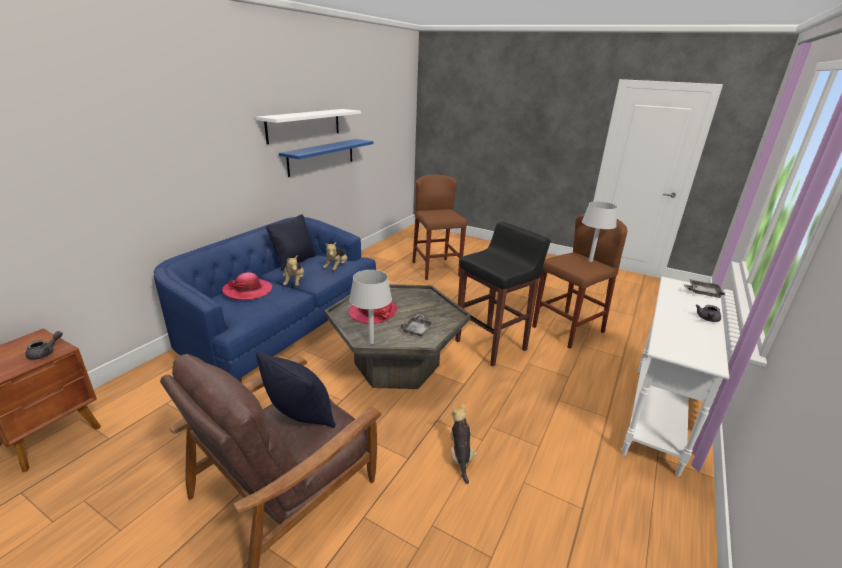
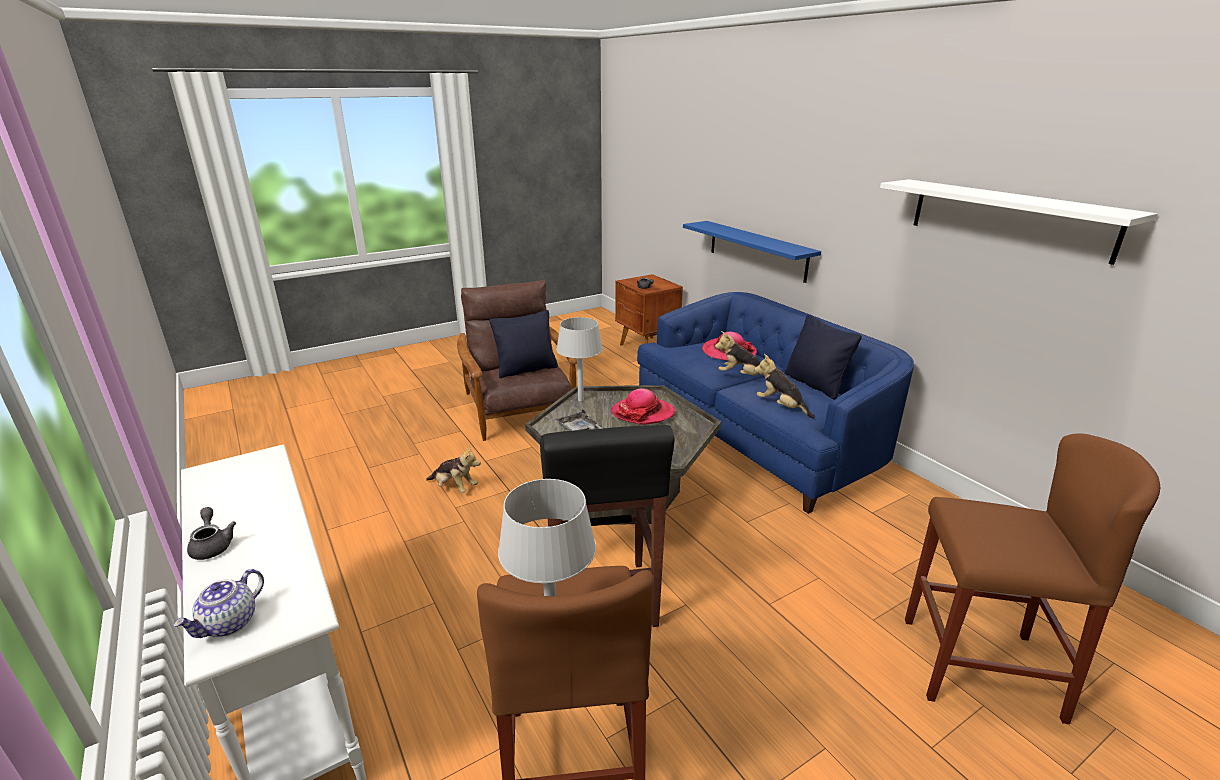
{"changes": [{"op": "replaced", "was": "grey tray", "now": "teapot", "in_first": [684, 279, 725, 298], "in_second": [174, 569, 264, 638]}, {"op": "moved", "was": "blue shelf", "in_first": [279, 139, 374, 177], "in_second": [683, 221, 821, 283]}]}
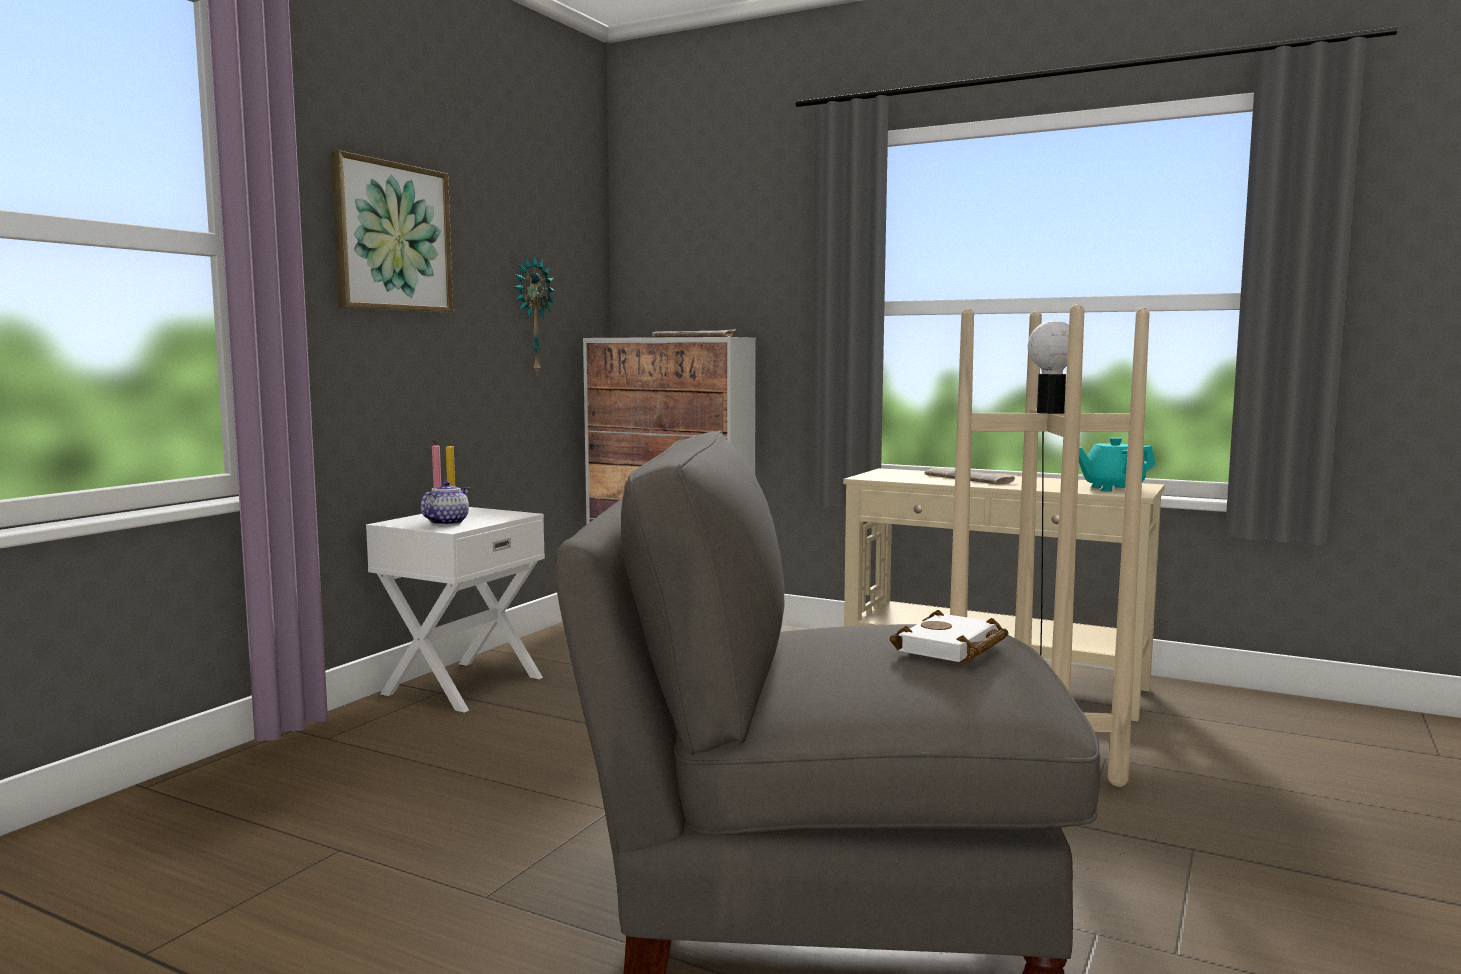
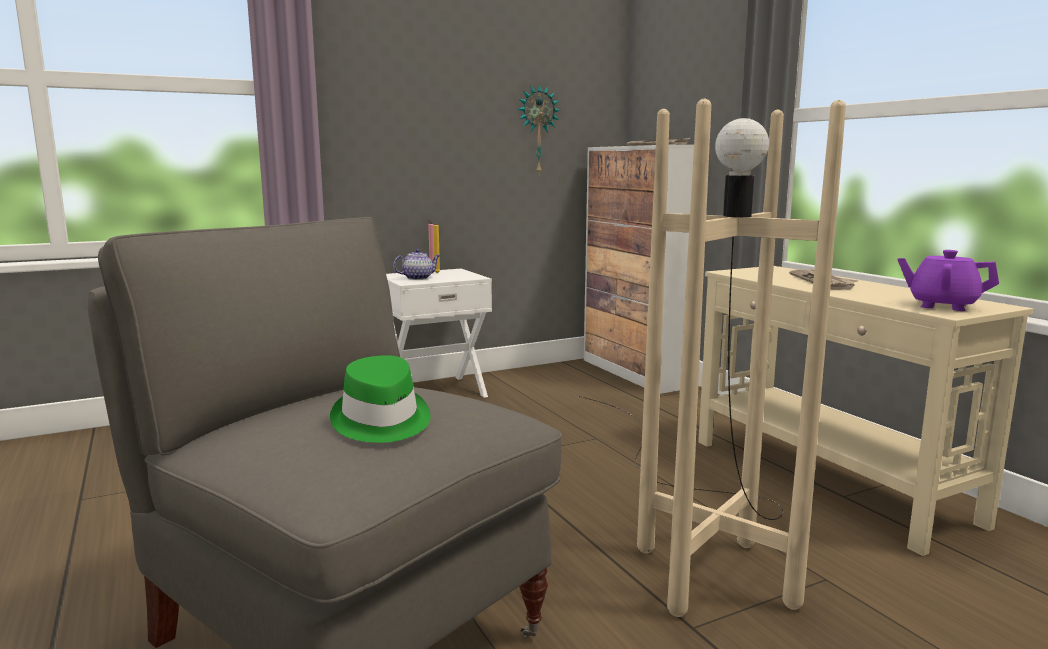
{"changes": [{"op": "replaced", "was": "white book", "now": "green hat", "in_first": [890, 610, 1008, 663], "in_second": [330, 355, 430, 443]}, {"op": "recoloured", "was": "turquoise teapot", "now": "purple teapot", "in_first": [1079, 437, 1156, 492], "in_second": [898, 250, 999, 311]}, {"op": "removed", "was": "picture", "in_first": [331, 150, 453, 312]}]}
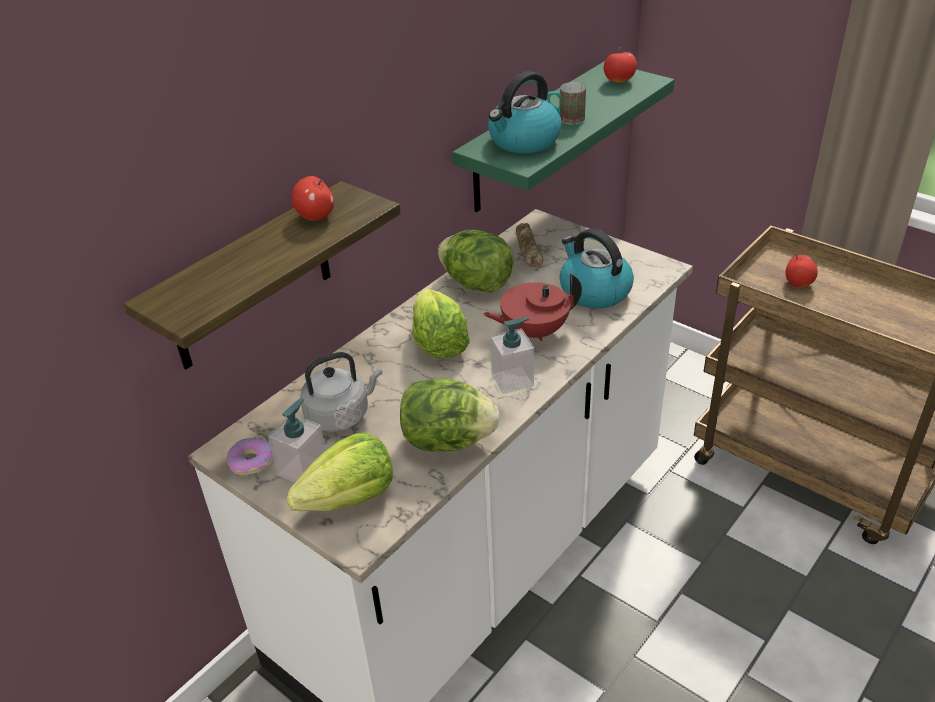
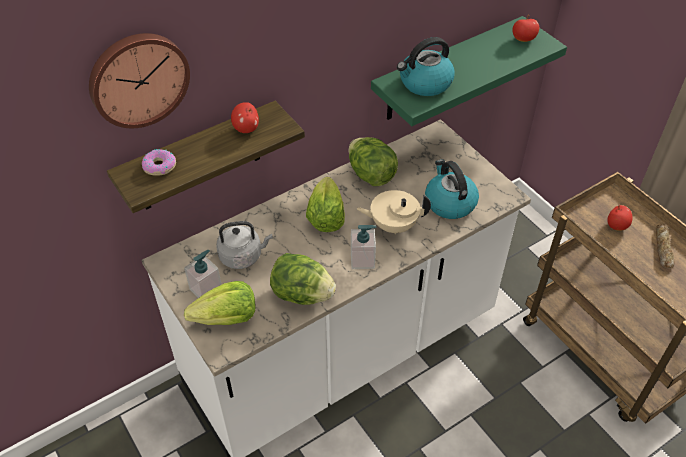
{"changes": [{"op": "added", "now": "wall clock", "in_second": [89, 33, 190, 128]}, {"op": "moved", "was": "donut", "in_first": [226, 437, 273, 475], "in_second": [142, 149, 176, 176]}, {"op": "recoloured", "was": "red teapot", "now": "beige teapot", "in_first": [483, 273, 582, 341], "in_second": [356, 190, 431, 234]}, {"op": "moved", "was": "bread", "in_first": [516, 223, 543, 267], "in_second": [656, 224, 675, 269]}, {"op": "removed", "was": "mug", "in_first": [547, 82, 586, 124]}]}
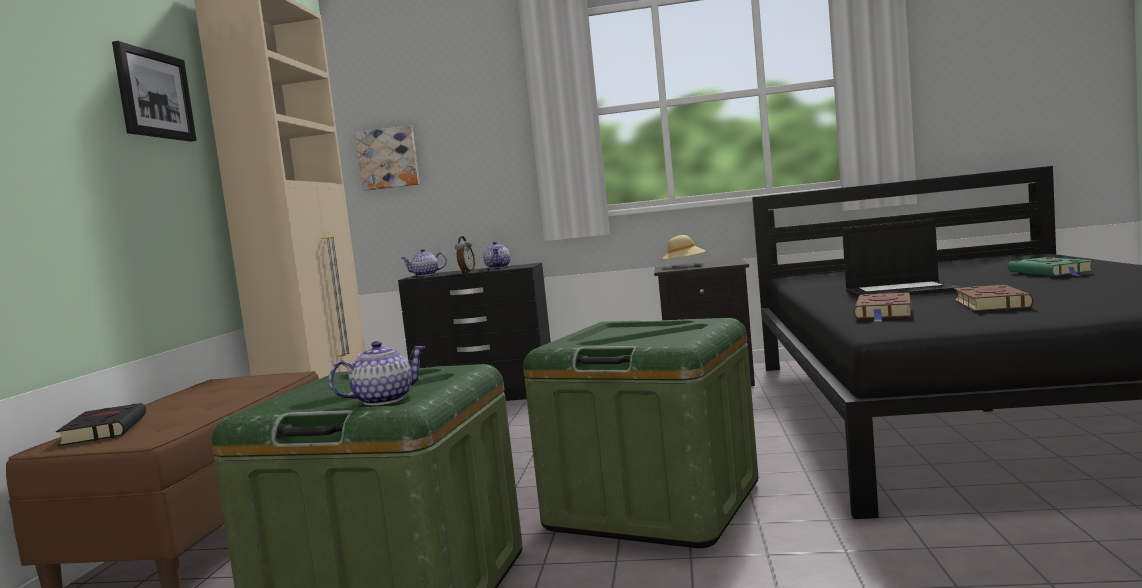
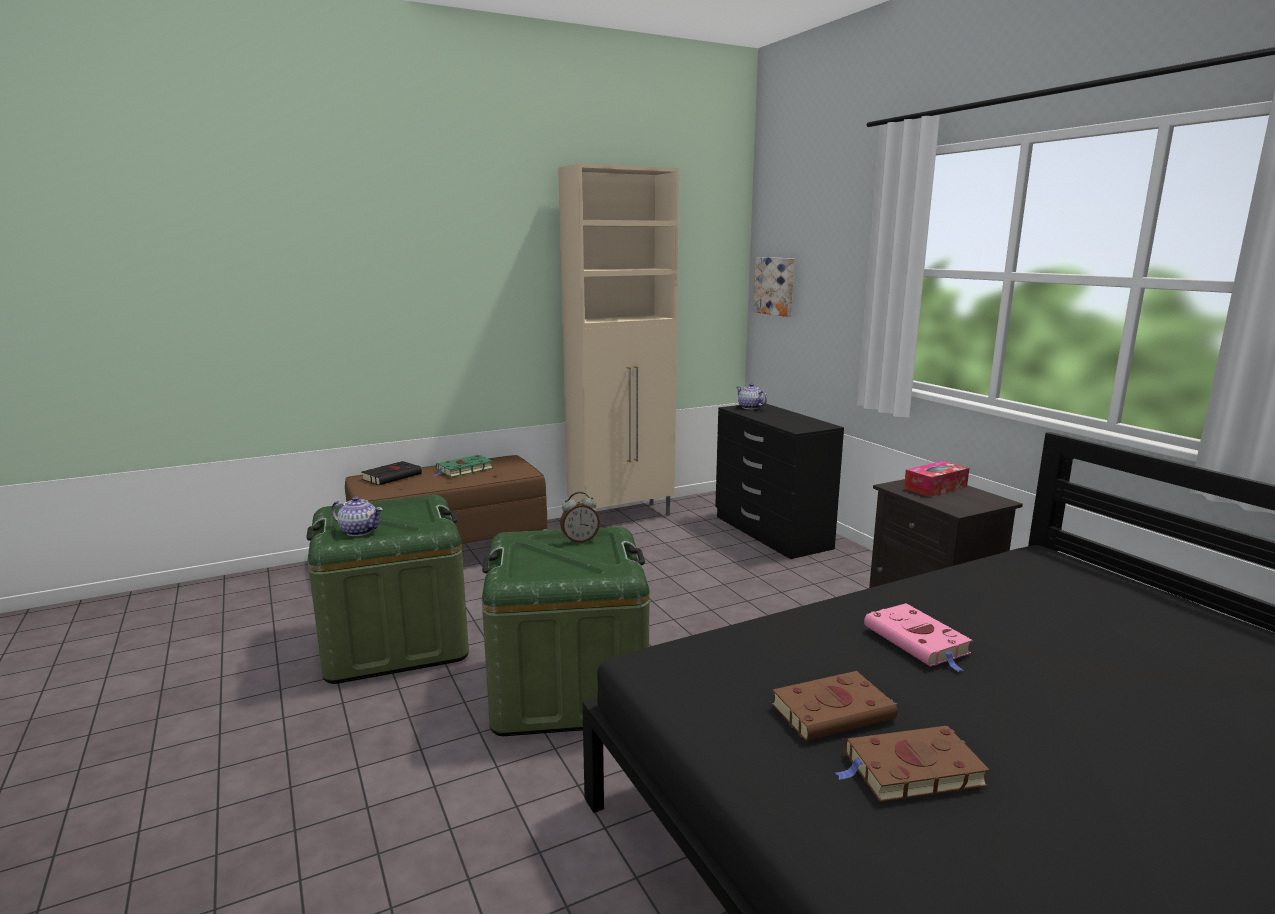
{"changes": [{"op": "moved", "was": "green book", "in_first": [1008, 257, 1093, 276], "in_second": [434, 455, 492, 477]}, {"op": "moved", "was": "alarm clock", "in_first": [455, 236, 475, 273], "in_second": [560, 492, 600, 543]}, {"op": "moved", "was": "brown book", "in_first": [854, 292, 911, 321], "in_second": [835, 726, 990, 802]}, {"op": "replaced", "was": "laptop", "now": "pink book", "in_first": [842, 219, 962, 298], "in_second": [864, 603, 973, 672]}, {"op": "replaced", "was": "beige hat", "now": "tissue box", "in_first": [662, 235, 706, 268], "in_second": [904, 461, 969, 497]}, {"op": "removed", "was": "picture", "in_first": [112, 41, 197, 142]}, {"op": "removed", "was": "teapot", "in_first": [483, 241, 510, 269]}]}
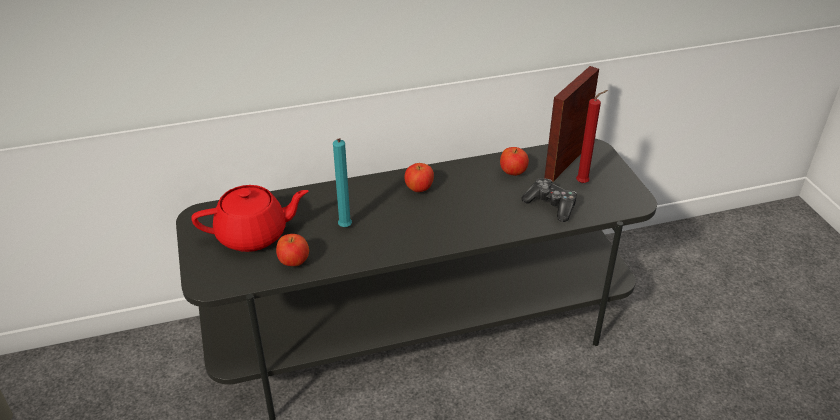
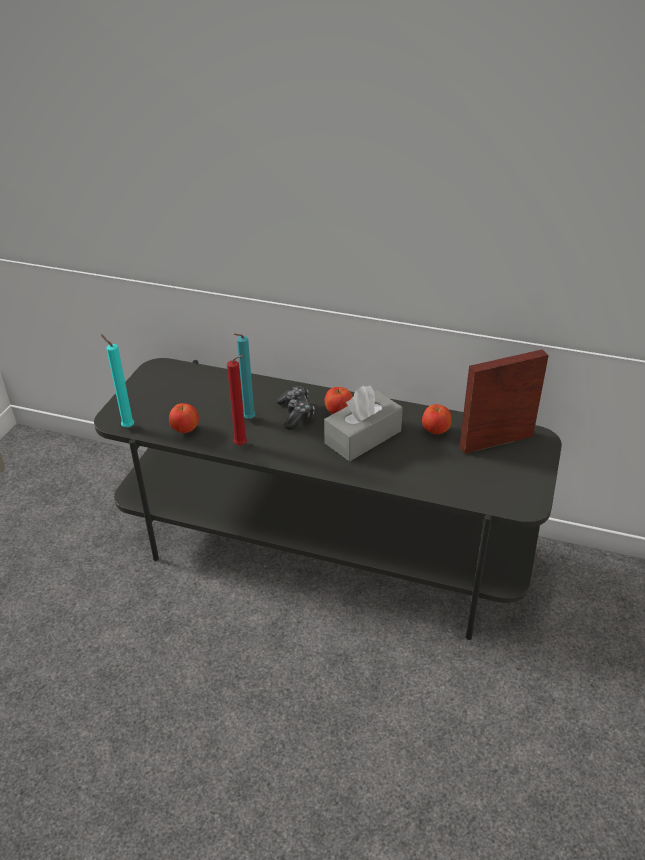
{"changes": [{"op": "added", "now": "turquoise candle", "in_second": [101, 334, 134, 428]}, {"op": "moved", "was": "red candle", "in_first": [576, 90, 608, 183], "in_second": [227, 355, 247, 445]}, {"op": "moved", "was": "game controller", "in_first": [522, 178, 577, 222], "in_second": [276, 386, 315, 430]}, {"op": "added", "now": "grey tissue box", "in_second": [324, 386, 403, 461]}, {"op": "removed", "was": "red teapot", "in_first": [191, 185, 308, 252]}]}
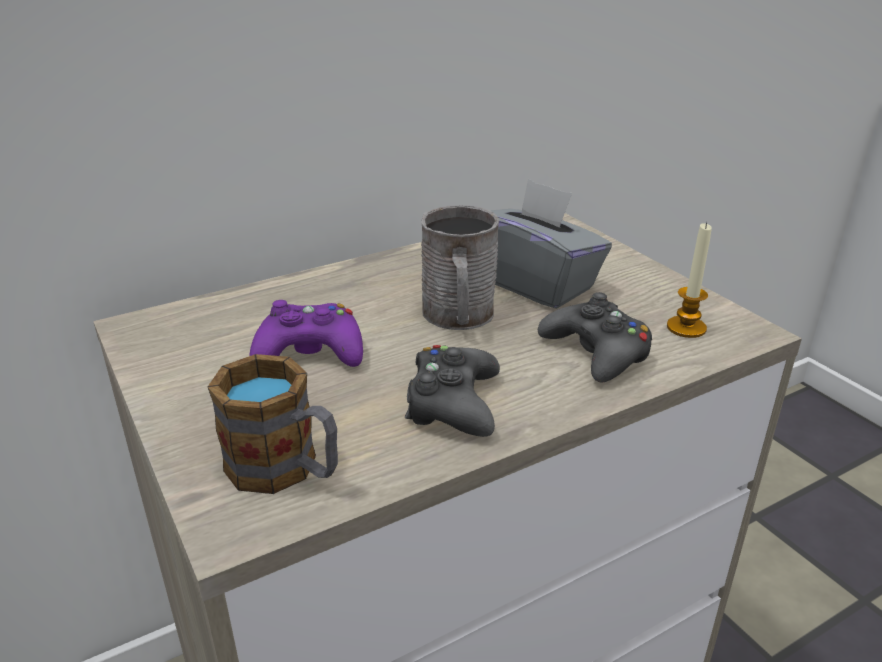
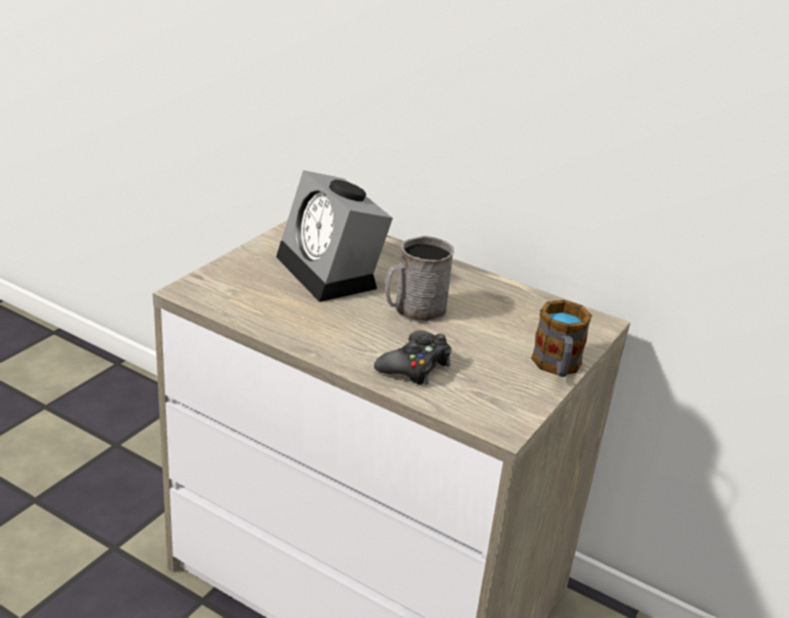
{"changes": [{"op": "replaced", "was": "purple game controller", "now": "alarm clock", "in_first": [250, 300, 363, 367], "in_second": [276, 170, 393, 302]}, {"op": "moved", "was": "mug", "in_first": [208, 354, 338, 494], "in_second": [531, 300, 592, 377]}, {"op": "removed", "was": "black game controller", "in_first": [405, 345, 500, 437]}, {"op": "removed", "was": "grey tissue box", "in_first": [490, 178, 612, 309]}, {"op": "removed", "was": "candle", "in_first": [667, 222, 712, 338]}]}
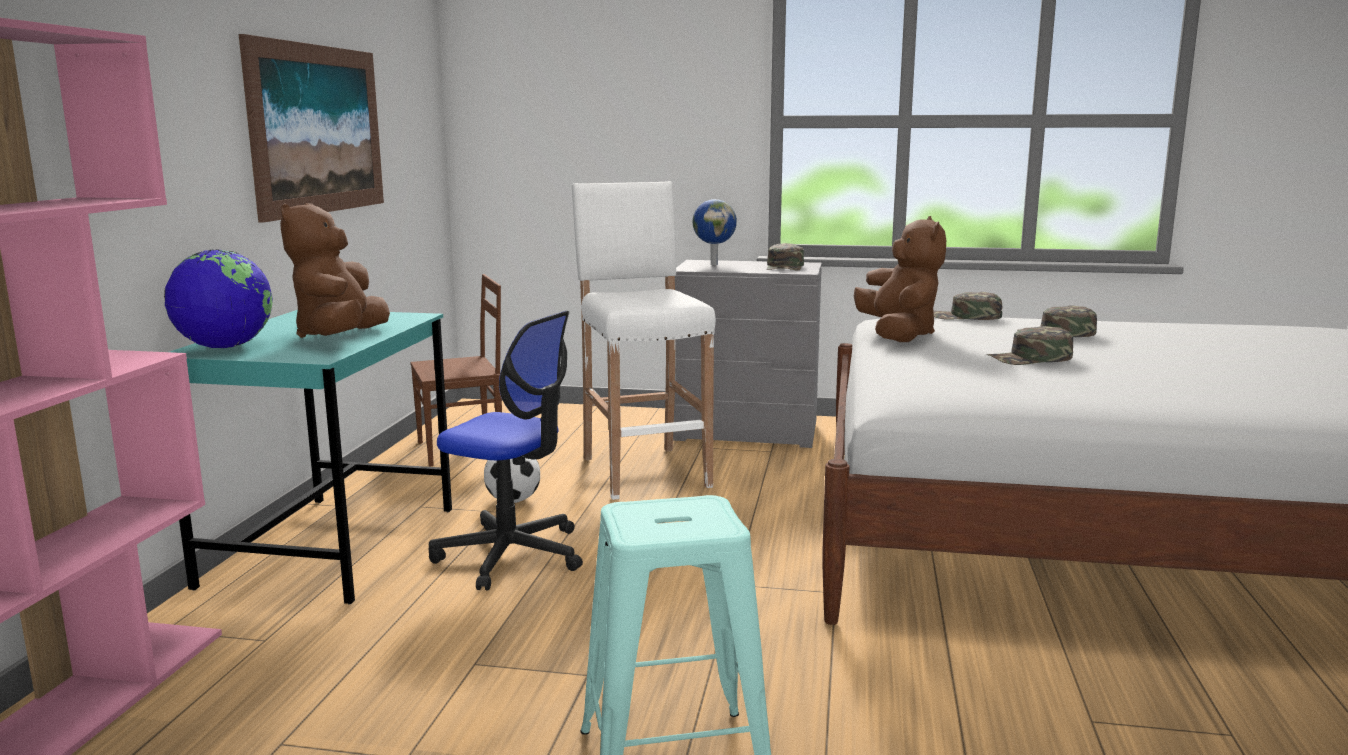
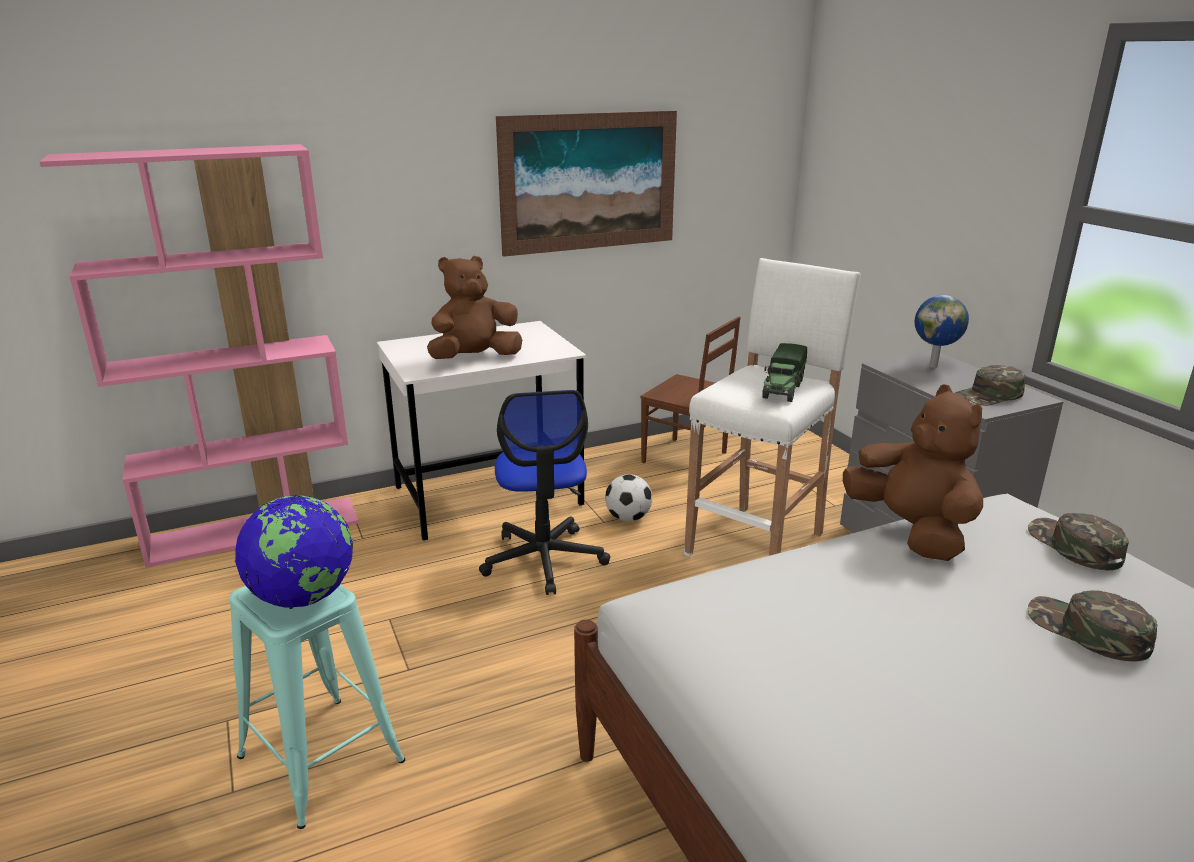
{"changes": [{"op": "moved", "was": "globe", "in_first": [164, 249, 273, 348], "in_second": [235, 495, 353, 609]}, {"op": "recoloured", "was": "turquoise desk", "now": "white desk", "in_first": [170, 310, 452, 605], "in_second": [377, 321, 586, 541]}, {"op": "added", "now": "toy truck", "in_second": [762, 343, 807, 402]}, {"op": "turned", "was": "brown plush toy", "in_first": [854, 216, 946, 342], "in_second": [843, 384, 983, 561], "clockwise": -75}, {"op": "removed", "was": "green cap", "in_first": [987, 326, 1073, 365]}]}
